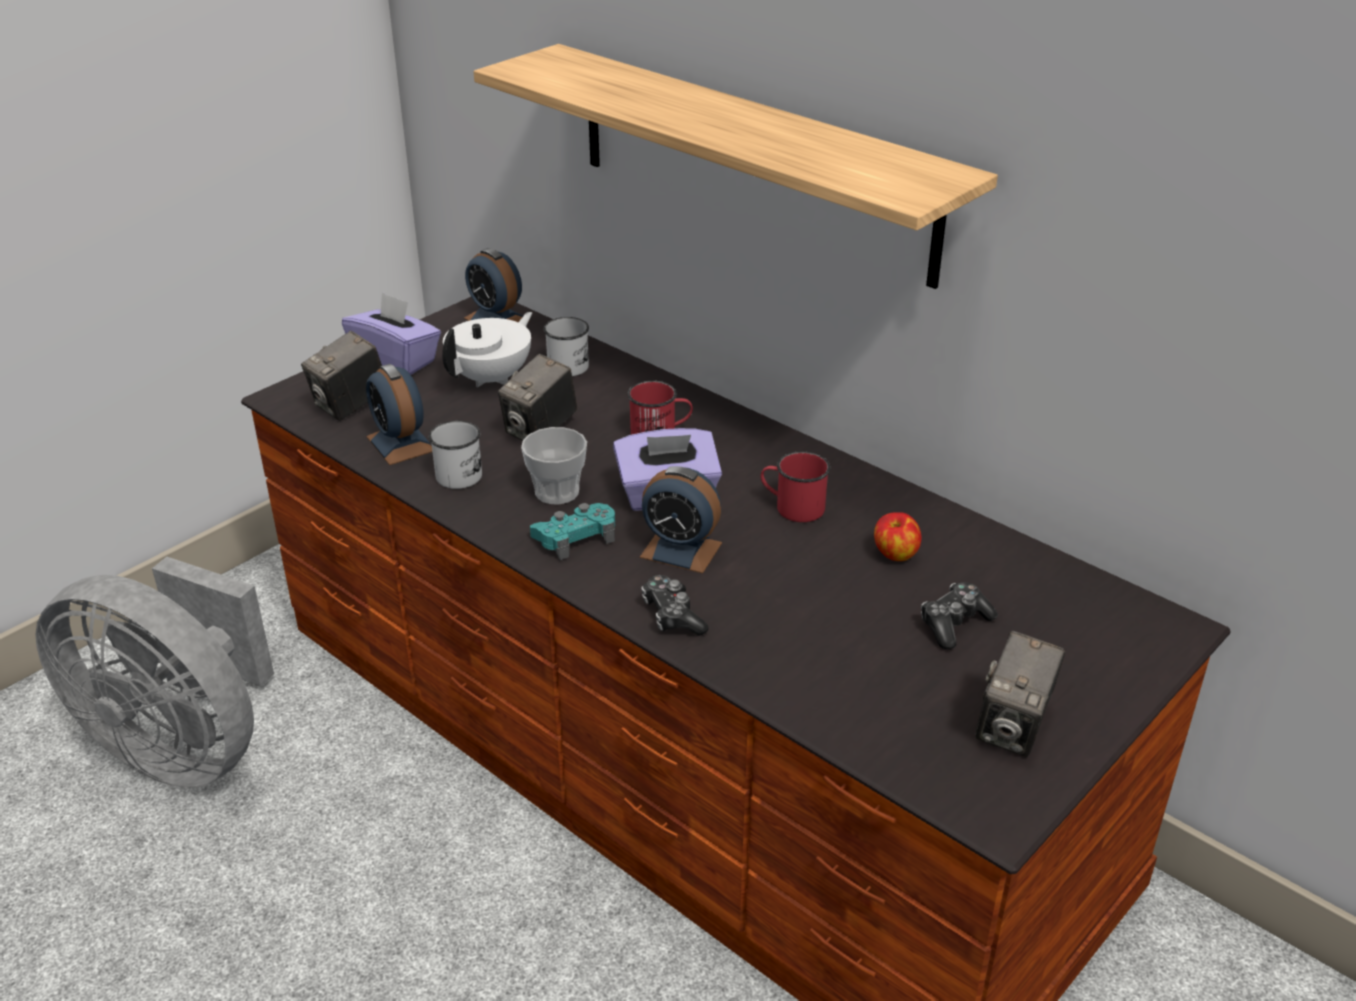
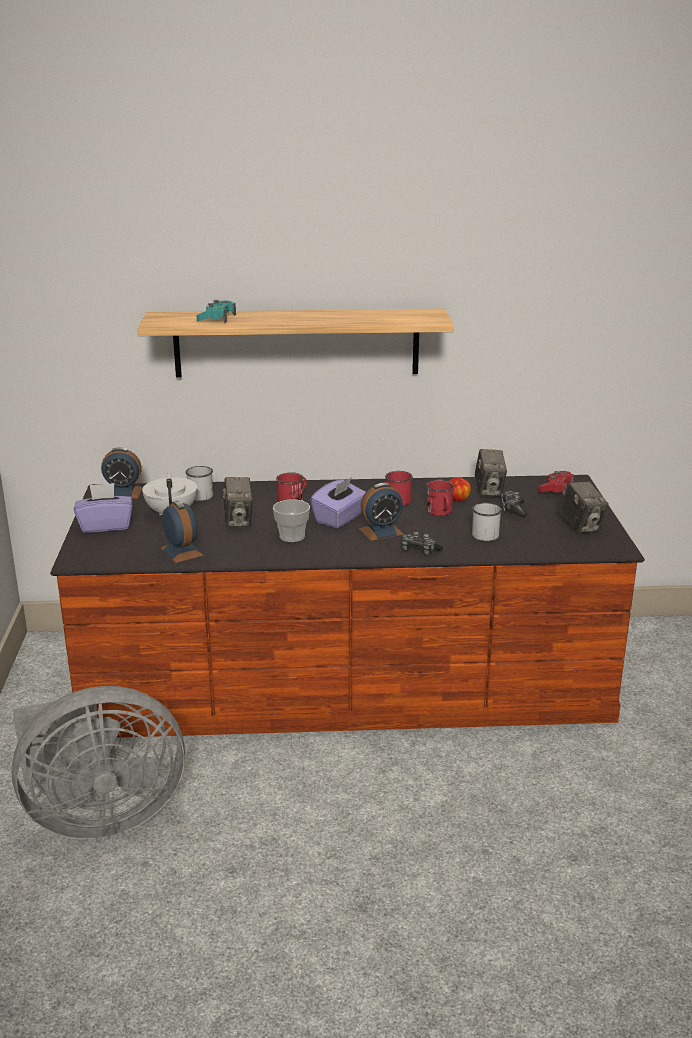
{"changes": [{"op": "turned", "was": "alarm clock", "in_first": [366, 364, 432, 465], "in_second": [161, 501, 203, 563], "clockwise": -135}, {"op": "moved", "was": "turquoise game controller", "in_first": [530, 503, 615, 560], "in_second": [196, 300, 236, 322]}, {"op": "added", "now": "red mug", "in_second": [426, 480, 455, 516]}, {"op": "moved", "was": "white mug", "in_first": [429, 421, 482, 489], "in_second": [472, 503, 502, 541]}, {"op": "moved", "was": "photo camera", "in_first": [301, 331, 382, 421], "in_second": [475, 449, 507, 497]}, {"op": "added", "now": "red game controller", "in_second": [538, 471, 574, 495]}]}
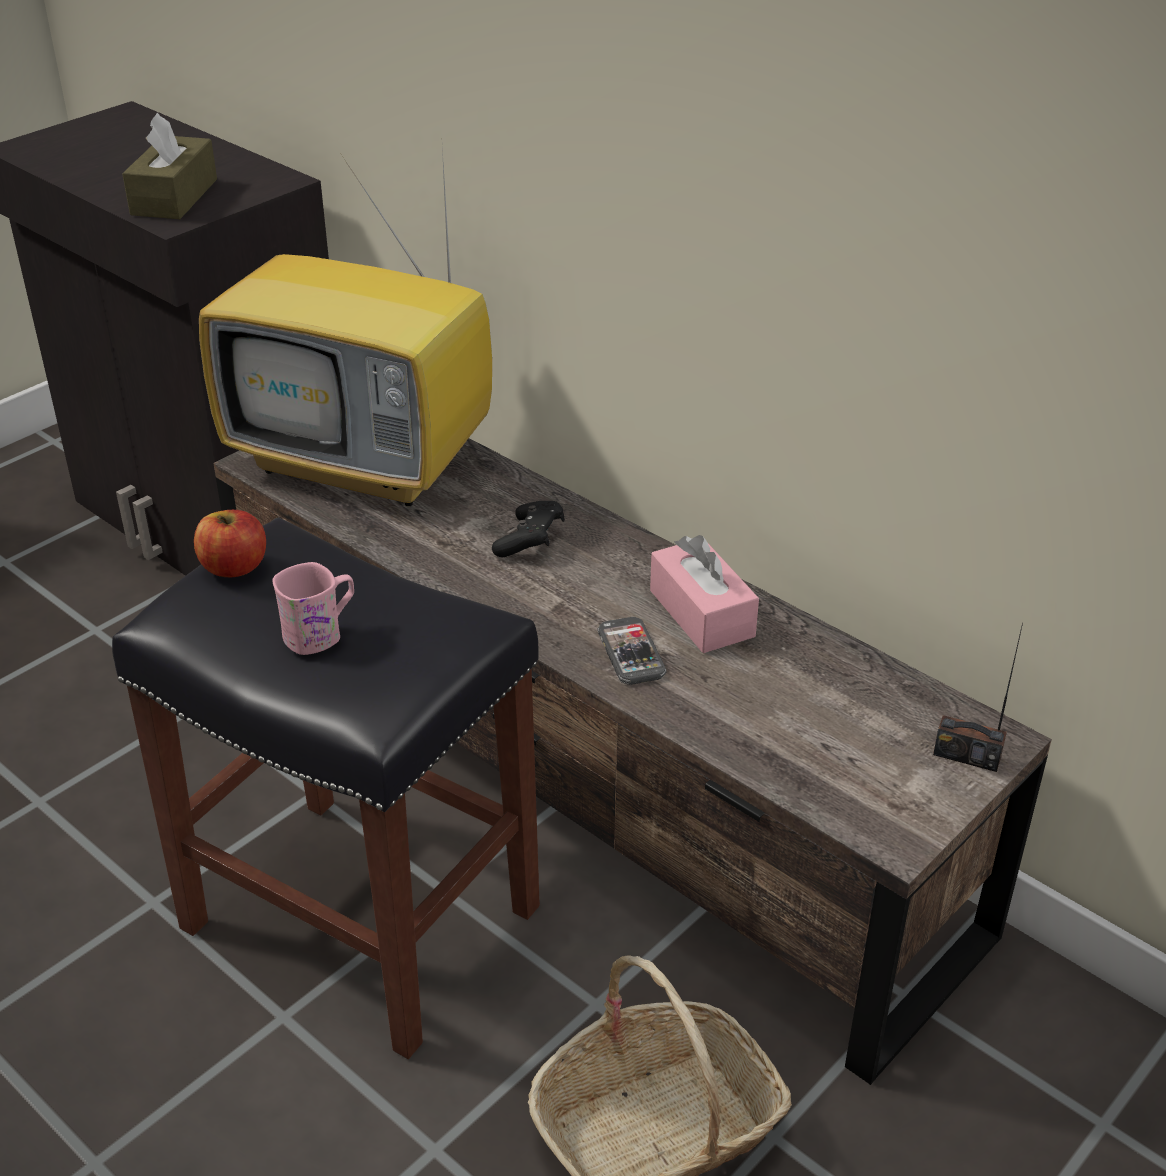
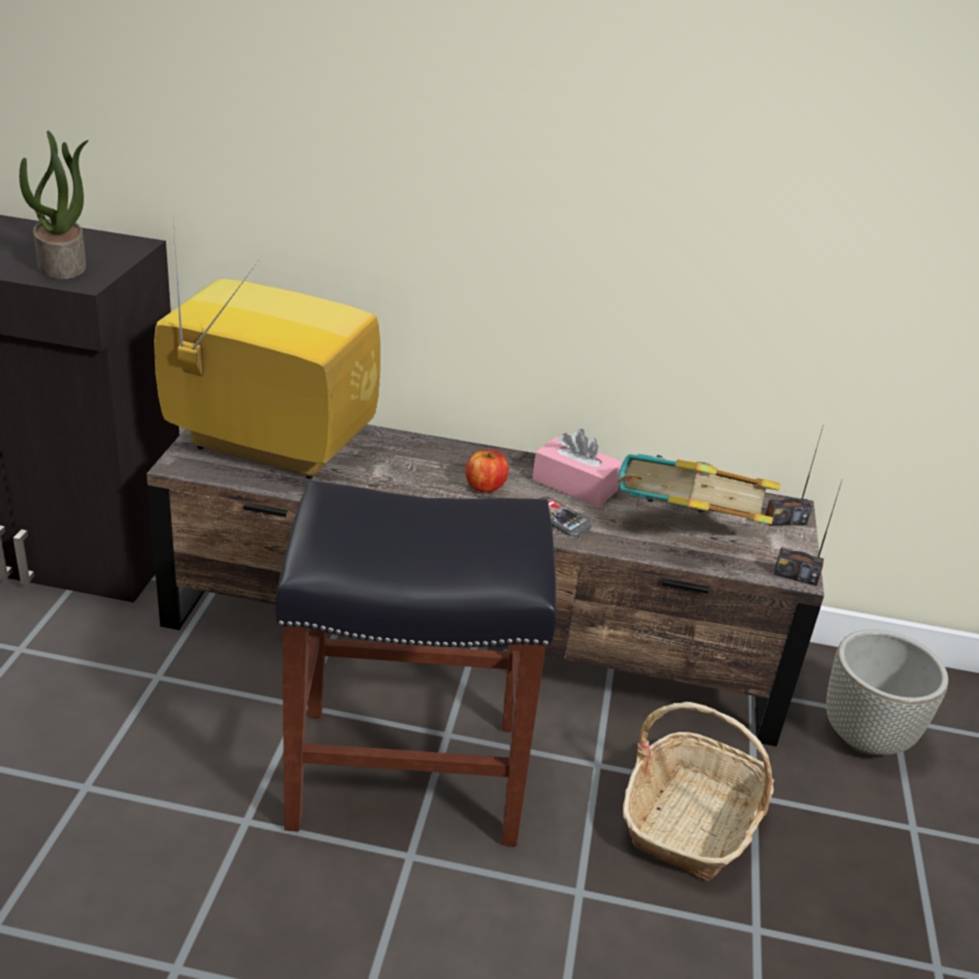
{"changes": [{"op": "replaced", "was": "brown tissue box", "now": "potted plant", "in_first": [122, 113, 217, 219], "in_second": [19, 130, 89, 279]}, {"op": "turned", "was": "television", "in_first": [199, 148, 492, 506], "in_second": [154, 218, 380, 479], "clockwise": -150}, {"op": "moved", "was": "apple", "in_first": [194, 510, 266, 577], "in_second": [465, 450, 509, 493]}, {"op": "added", "now": "book", "in_second": [618, 454, 781, 524]}, {"op": "added", "now": "radio", "in_second": [774, 481, 842, 586]}, {"op": "added", "now": "grey planter", "in_second": [826, 629, 949, 755]}, {"op": "removed", "was": "pink mug", "in_first": [273, 562, 354, 655]}, {"op": "removed", "was": "black game controller", "in_first": [492, 501, 565, 558]}]}
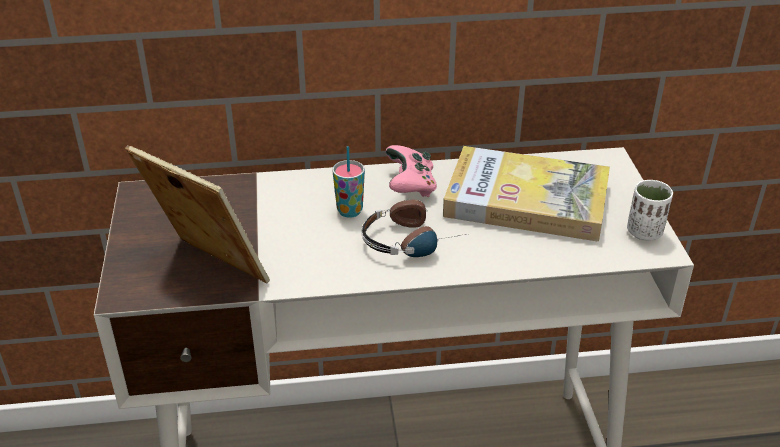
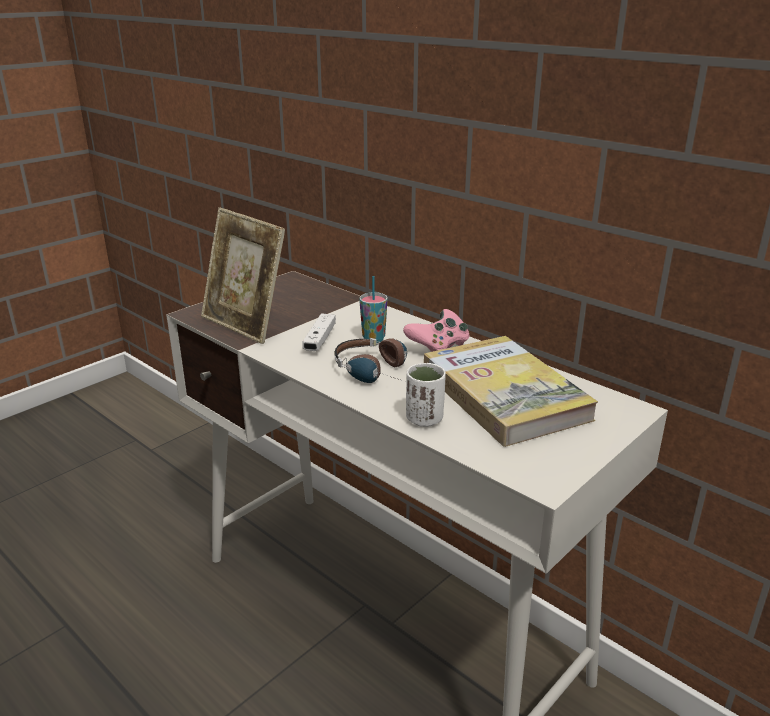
{"changes": [{"op": "turned", "was": "picture frame", "in_first": [125, 145, 270, 283], "in_second": [201, 207, 285, 344], "clockwise": 135}, {"op": "added", "now": "white game controller", "in_second": [302, 313, 336, 351]}, {"op": "moved", "was": "white cup", "in_first": [627, 180, 673, 241], "in_second": [406, 363, 446, 427]}]}
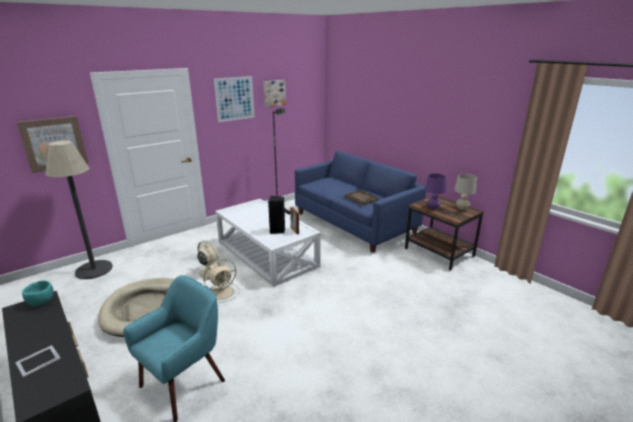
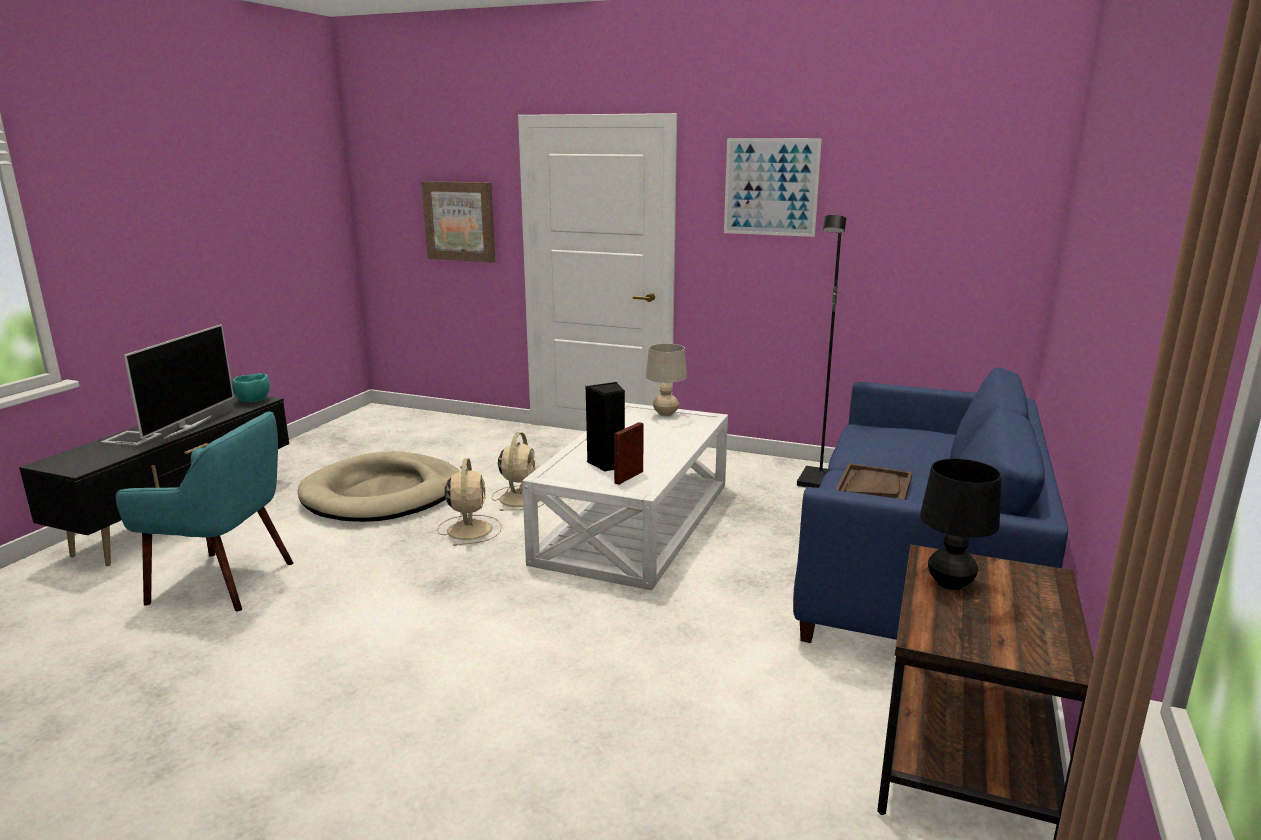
{"changes": [{"op": "added", "now": "television", "in_second": [124, 324, 234, 439]}, {"op": "turned", "was": "beige fan", "in_first": [203, 259, 240, 303], "in_second": [437, 458, 502, 546], "clockwise": -120}, {"op": "moved", "was": "beige table lamp", "in_first": [454, 174, 477, 210], "in_second": [646, 344, 687, 417]}, {"op": "recoloured", "was": "purple table lamp", "now": "black table lamp", "in_first": [425, 173, 447, 210], "in_second": [920, 458, 1002, 590]}, {"op": "removed", "was": "floor lamp", "in_first": [45, 141, 113, 279]}, {"op": "removed", "was": "picture", "in_first": [263, 80, 286, 107]}]}
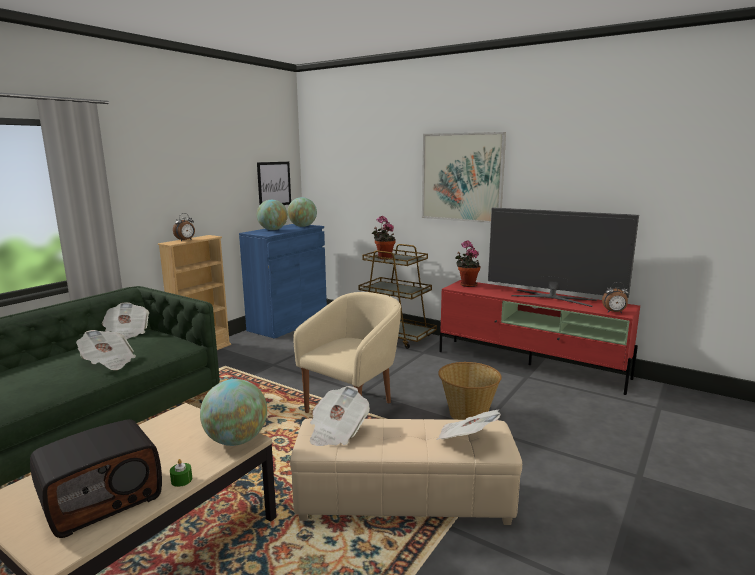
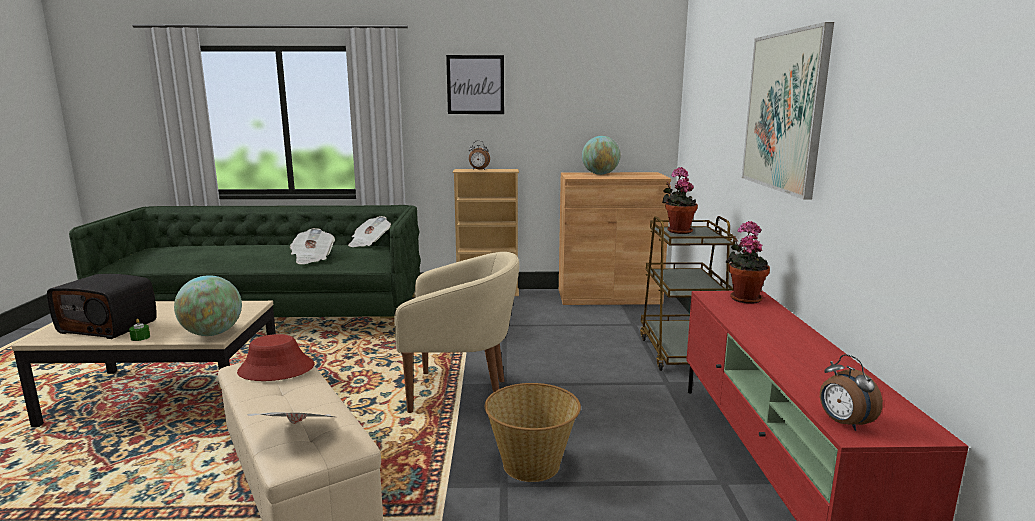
{"changes": [{"op": "replaced", "was": "newspaper", "now": "red hat", "in_first": [310, 386, 370, 446], "in_second": [237, 334, 315, 381]}, {"op": "moved", "was": "picture", "in_first": [257, 162, 291, 205], "in_second": [446, 55, 504, 114]}, {"op": "recoloured", "was": "blue cabinet", "now": "brown cabinet", "in_first": [239, 224, 327, 339], "in_second": [559, 172, 671, 305]}, {"op": "removed", "was": "globe", "in_first": [287, 197, 317, 227]}, {"op": "removed", "was": "television", "in_first": [488, 207, 639, 307]}]}
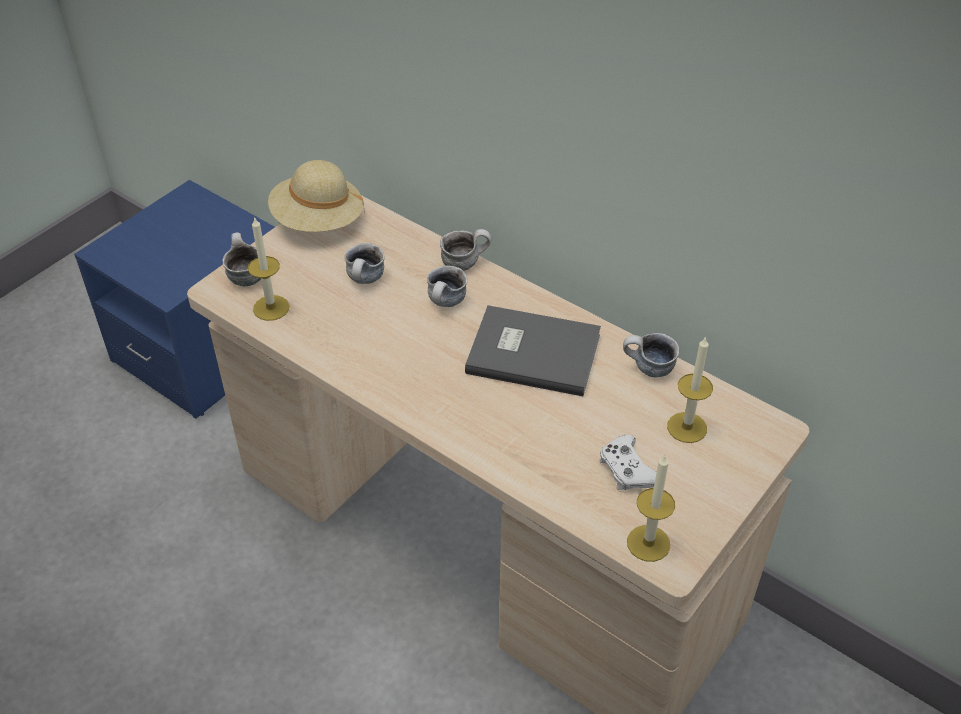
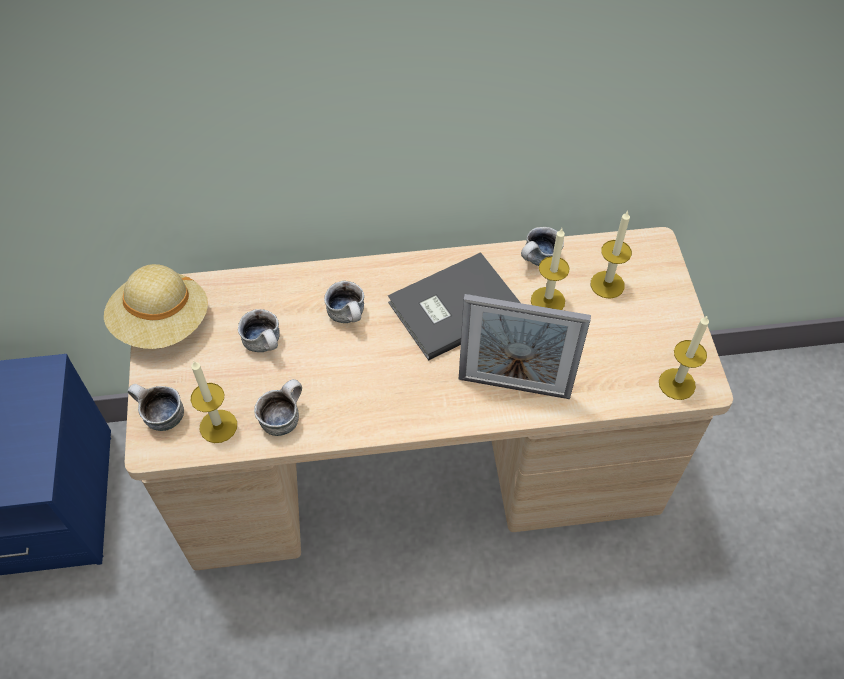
{"changes": [{"op": "moved", "was": "mug", "in_first": [440, 229, 491, 271], "in_second": [254, 379, 302, 436]}, {"op": "added", "now": "picture frame", "in_second": [459, 294, 591, 399]}, {"op": "added", "now": "candle", "in_second": [531, 228, 570, 310]}, {"op": "removed", "was": "white game controller", "in_first": [599, 435, 657, 490]}]}
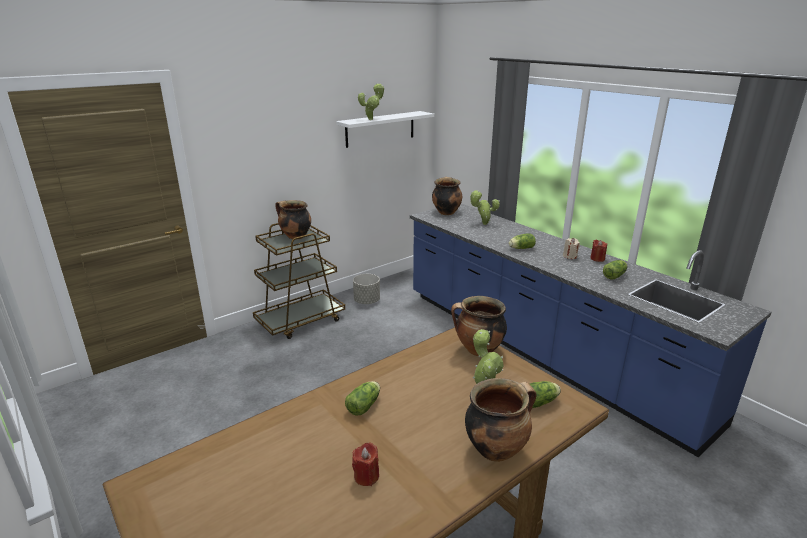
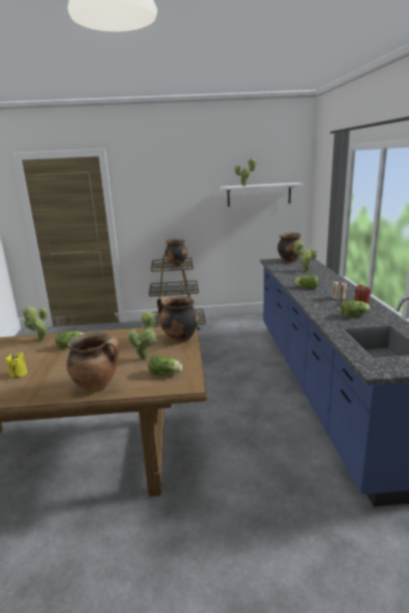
{"changes": [{"op": "recoloured", "was": "red candle", "now": "yellow candle", "in_first": [352, 442, 379, 486], "in_second": [6, 352, 27, 378]}, {"op": "added", "now": "potted plant", "in_second": [22, 306, 48, 341]}, {"op": "removed", "was": "grey planter", "in_first": [353, 274, 380, 304]}]}
